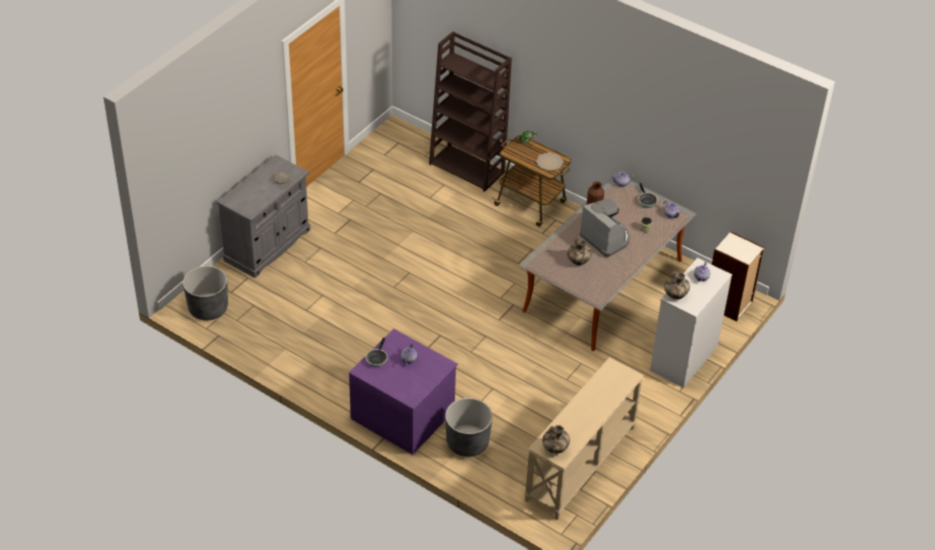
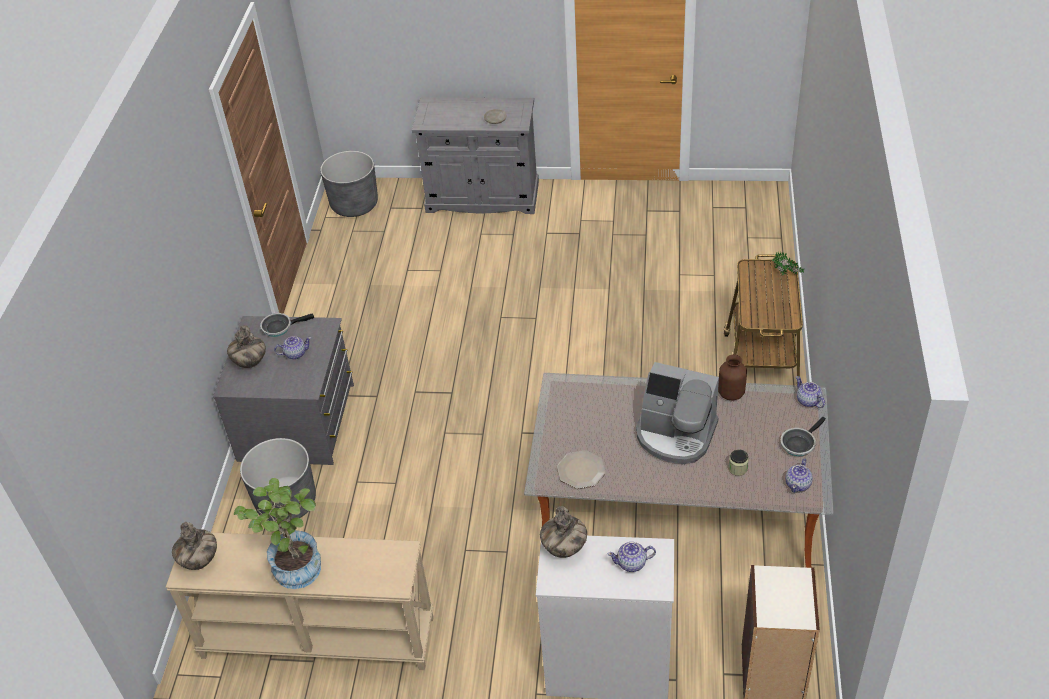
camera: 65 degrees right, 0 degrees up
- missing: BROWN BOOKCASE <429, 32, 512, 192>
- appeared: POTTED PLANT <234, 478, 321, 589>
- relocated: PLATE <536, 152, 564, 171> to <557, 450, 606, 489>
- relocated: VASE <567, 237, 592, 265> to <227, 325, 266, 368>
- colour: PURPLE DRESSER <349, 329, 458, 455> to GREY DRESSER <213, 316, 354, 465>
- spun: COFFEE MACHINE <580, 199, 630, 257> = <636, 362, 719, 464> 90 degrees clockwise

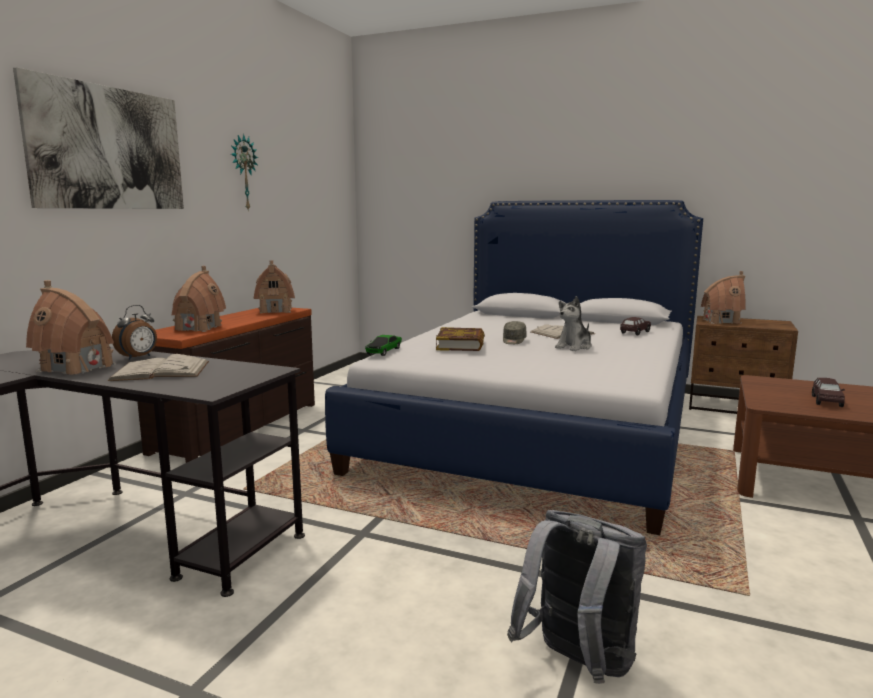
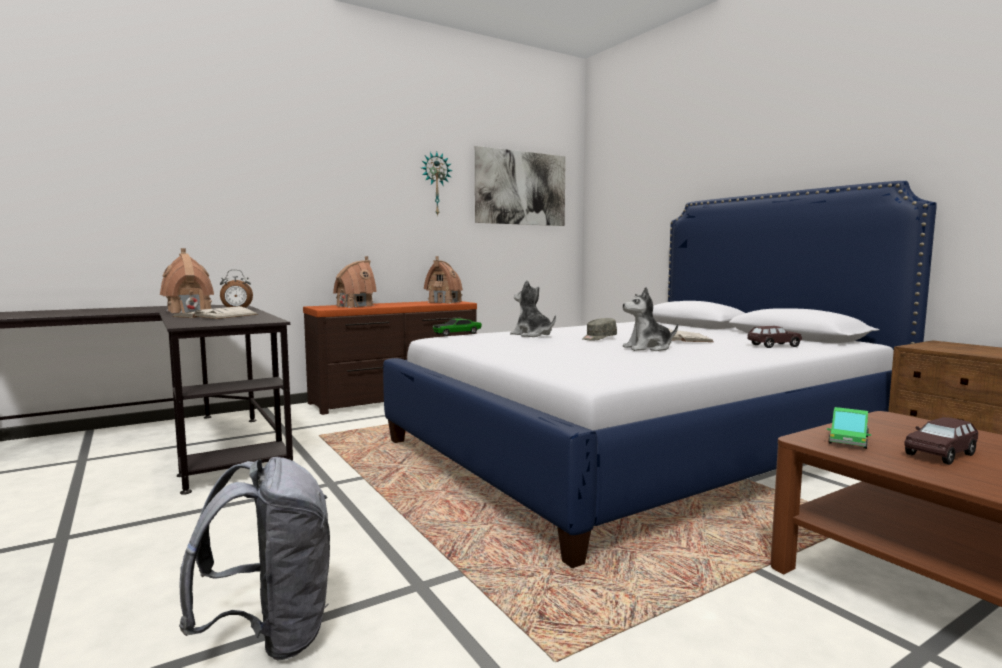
camera: 35 degrees right, 5 degrees down
- missing: TOY HOUSE <701, 271, 746, 325>
- appeared: TOY TRUCK <827, 407, 871, 449>
- relocated: PICTURE <13, 67, 184, 209> to <475, 146, 566, 226>
- exchanged: BOOK <436, 327, 485, 351> to PLUSH TOY <510, 280, 556, 337>

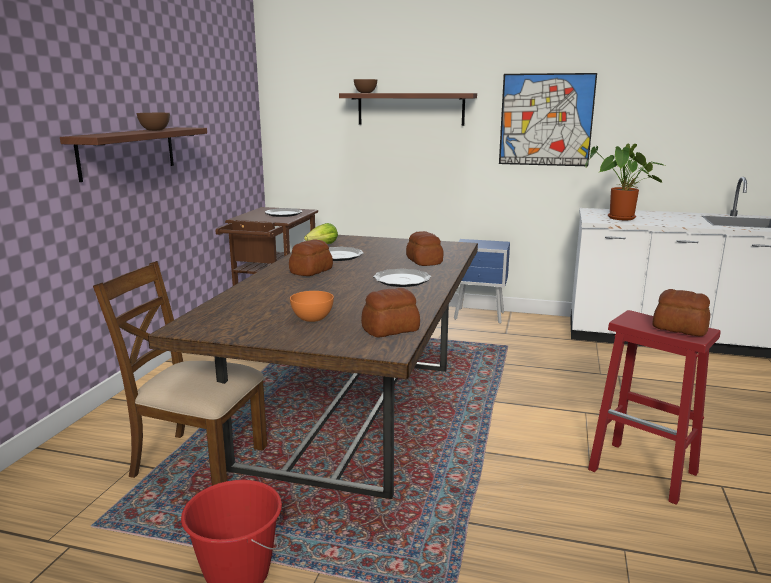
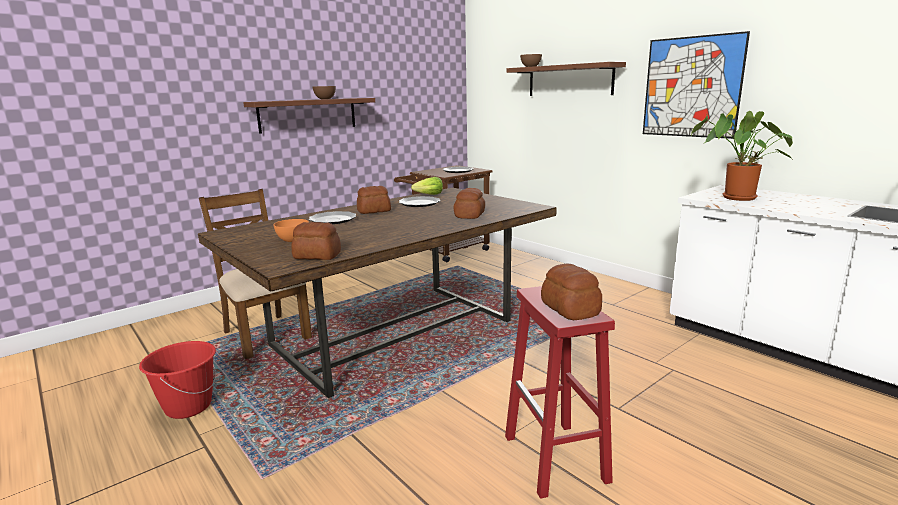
camera: 35 degrees right, 0 degrees up
- missing: BLUE NIGHTSTAND <454, 239, 510, 324>
- relocated: PLATE <373, 269, 431, 287> to <309, 211, 356, 224>

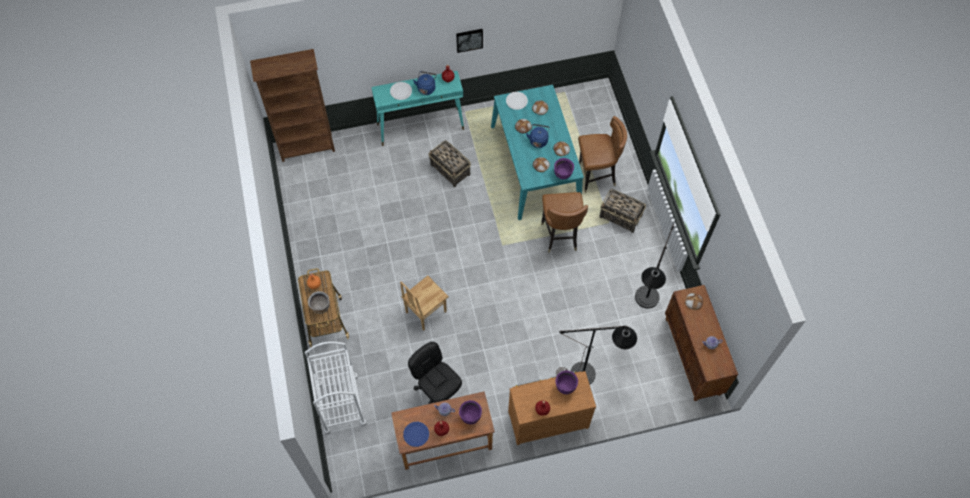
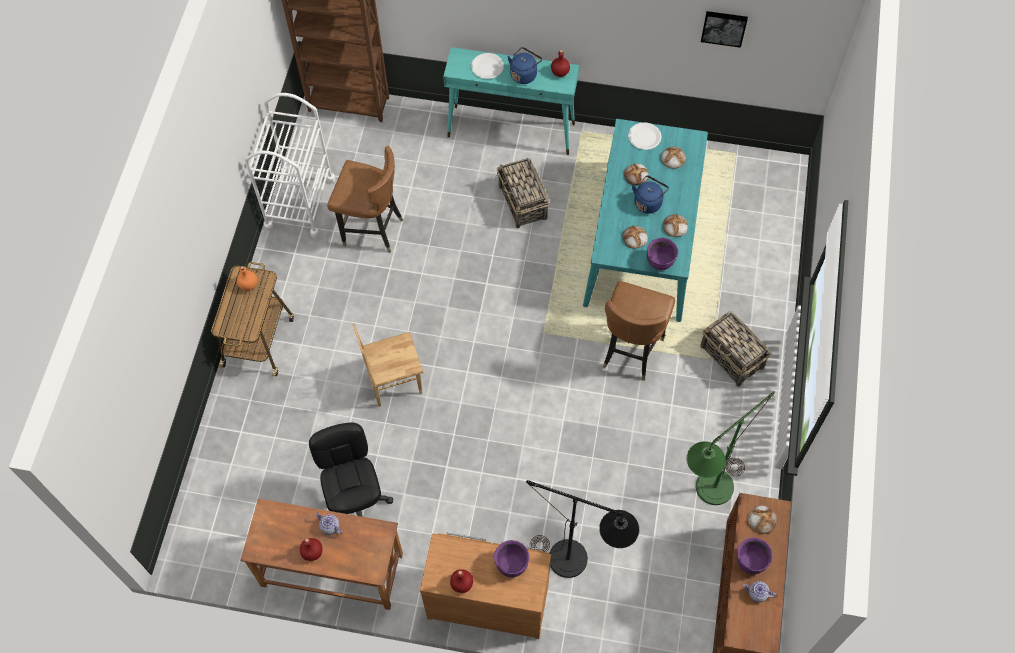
camera: 25 degrees right, 0 degrees up
- missing: BROWN COOKING POT <308, 291, 330, 314>
- missing: BLUE PLATE <403, 422, 429, 447>
- relocated: WHITE CART <305, 341, 367, 435> to <245, 93, 336, 238>
- relocated: PICTURE <456, 29, 483, 53> to <701, 11, 748, 48>
- relocated: PURPLE COOKING POT <459, 400, 482, 424> to <737, 537, 773, 575>
- relocated: BROWN CHAIR <578, 116, 627, 193> to <327, 146, 403, 253>
- colour: BLACK FLOOR LAMP <635, 224, 674, 308> to GREEN FLOOR LAMP <687, 392, 775, 505>

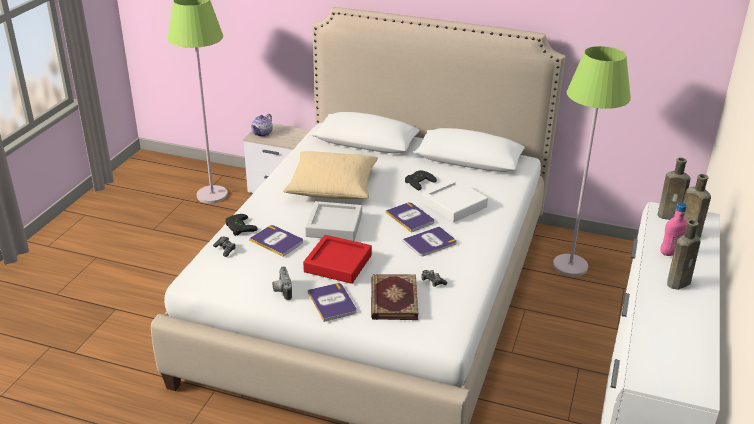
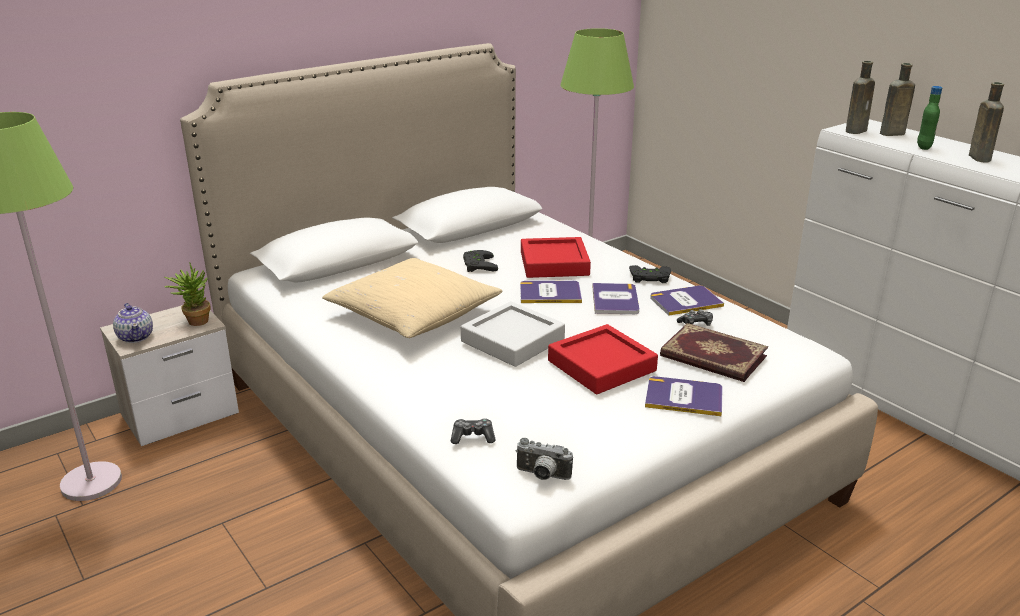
camera: 55 degrees left, 5 degrees down
- appeared: POTTED PLANT <165, 262, 210, 326>
- relocated: BLACK GAME CONTROLLER <225, 214, 258, 236> to <629, 265, 671, 283>
- relocated: BOOK <249, 225, 303, 257> to <650, 286, 724, 316>
- relocated: PHOTO CAMERA <272, 266, 292, 300> to <515, 438, 573, 480>
- colour: WHITE TRAY <422, 179, 488, 223> to RED TRAY <521, 237, 591, 278>
- colour: PINK BOTTLE <660, 202, 687, 256> to GREEN BOTTLE <917, 86, 942, 150>

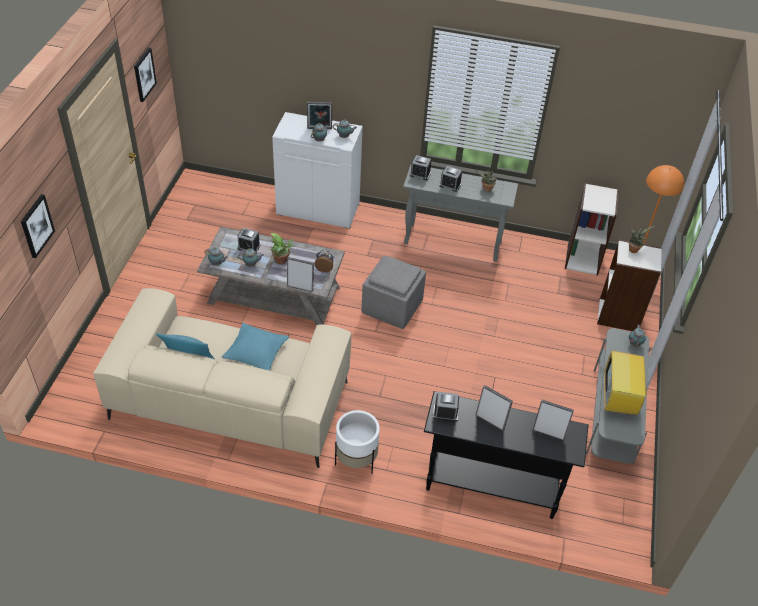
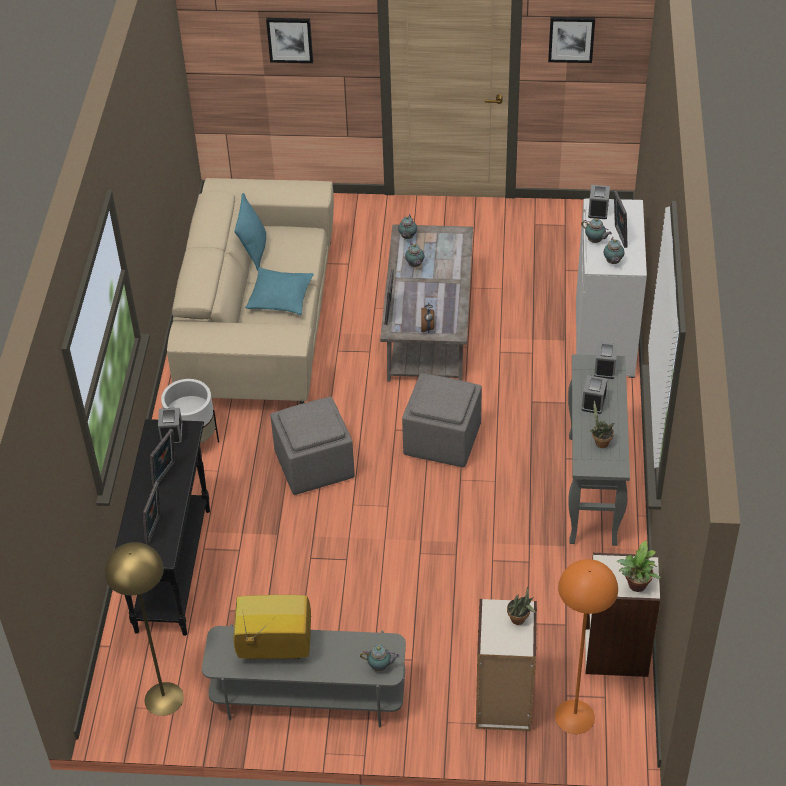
camera: 85 degrees right, 0 degrees up
- appeared: YELLOW FLOOR LAMP <105, 542, 184, 716>
- appeared: GREY OTTOMAN <270, 397, 355, 495>
- relocated: ALARM CLOCK <237, 228, 261, 252> to <588, 185, 610, 219>
- relocated: POTTED PLANT <271, 233, 293, 265> to <617, 541, 661, 592>

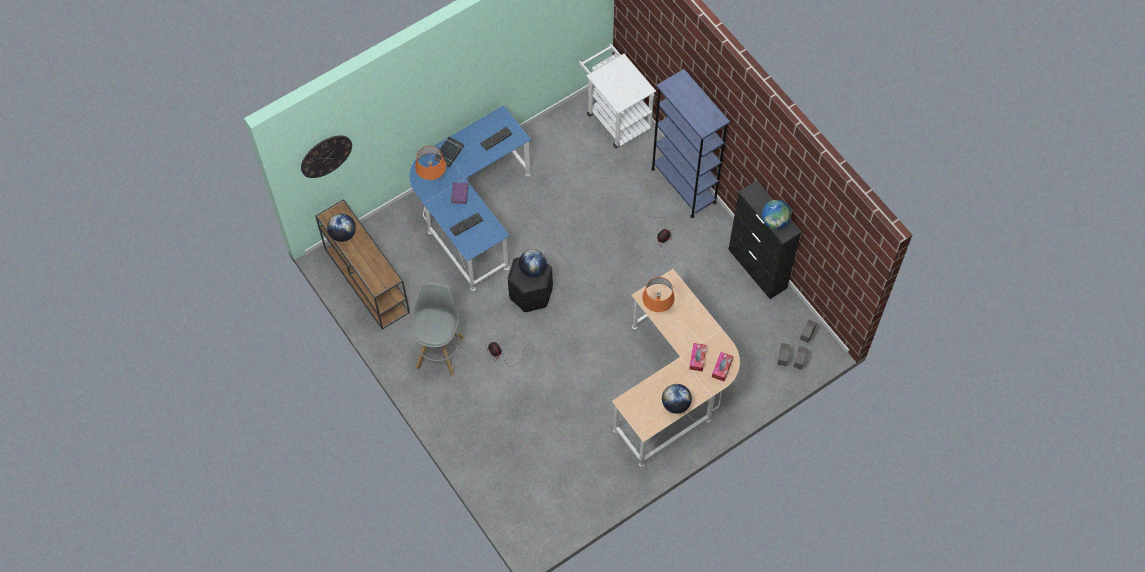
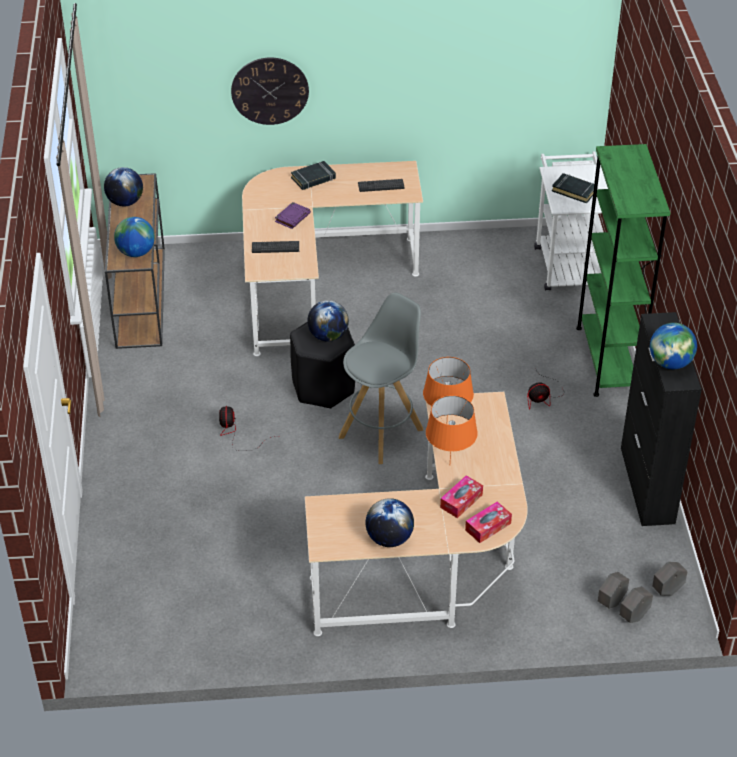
camera: 30 degrees right, 20 degrees down
- appeared: GLOBE <114, 217, 155, 257>
- appeared: BLACK BOOK <552, 173, 598, 203>
- relocated: WALL CLOCK <301, 135, 352, 178> to <231, 57, 309, 125>
- relocated: GREY STOOL <410, 282, 464, 376> to <339, 293, 423, 464>
- relocated: ORANGE TABLE LAMP <415, 146, 446, 180> to <426, 395, 478, 462>
- colour: BLUE DESK <409, 105, 531, 291> to BEIGE DESK <242, 161, 423, 356>
- colour: BLUE BOOKCASE <651, 69, 730, 218> to GREEN BOOKCASE <576, 144, 671, 397>

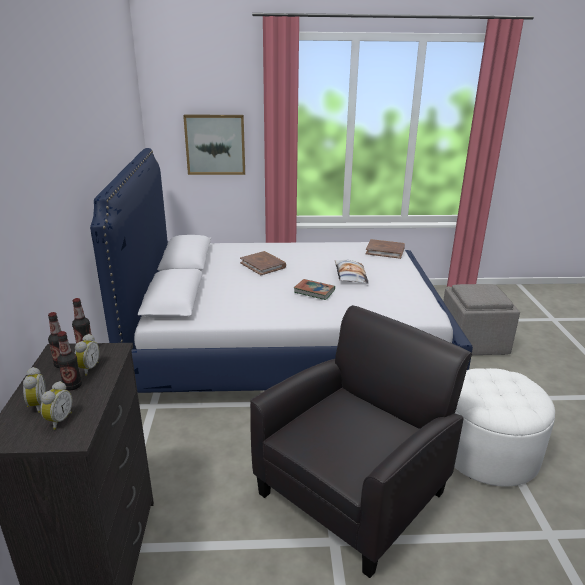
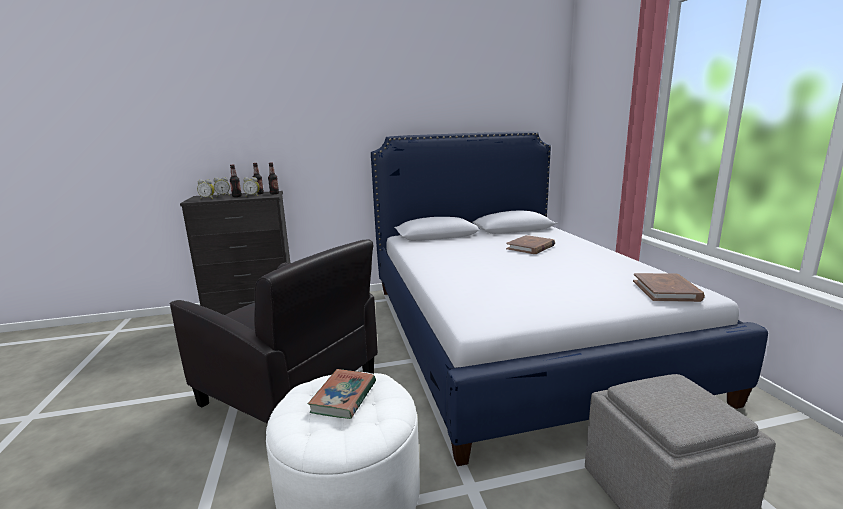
camera: 80 degrees right, 10 degrees down
- missing: PICTURE <183, 115, 245, 175>
- missing: PILLOW <335, 260, 369, 284>
- relocated: BOOK <294, 279, 335, 300> to <308, 369, 376, 419>

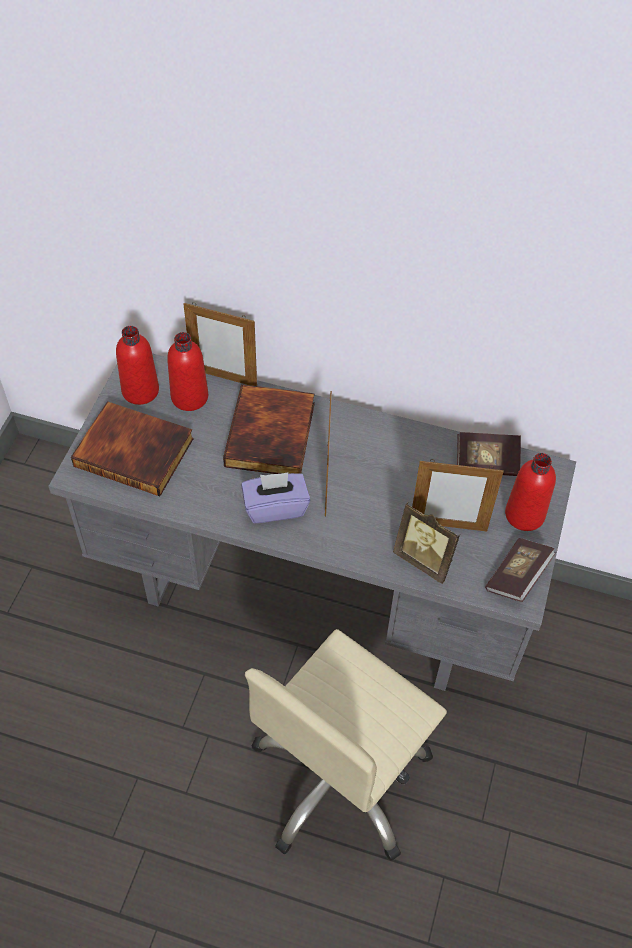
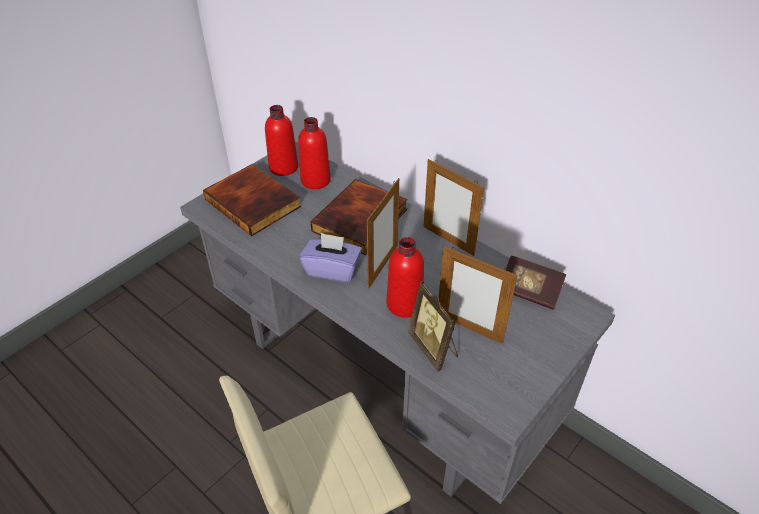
camera: 25 degrees right, 10 degrees down
- missing: BOOK <485, 538, 556, 602>
- relocated: PICTURE FRAME <183, 303, 257, 386> to <424, 159, 484, 256>
- relocated: RED BOTTLE <505, 453, 556, 531> to <387, 237, 424, 318>

